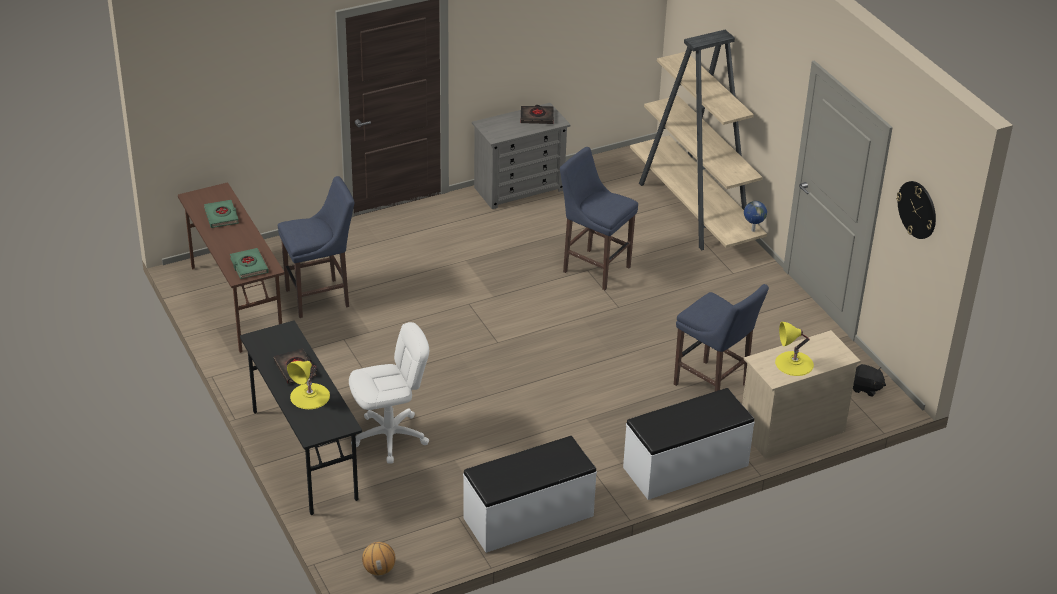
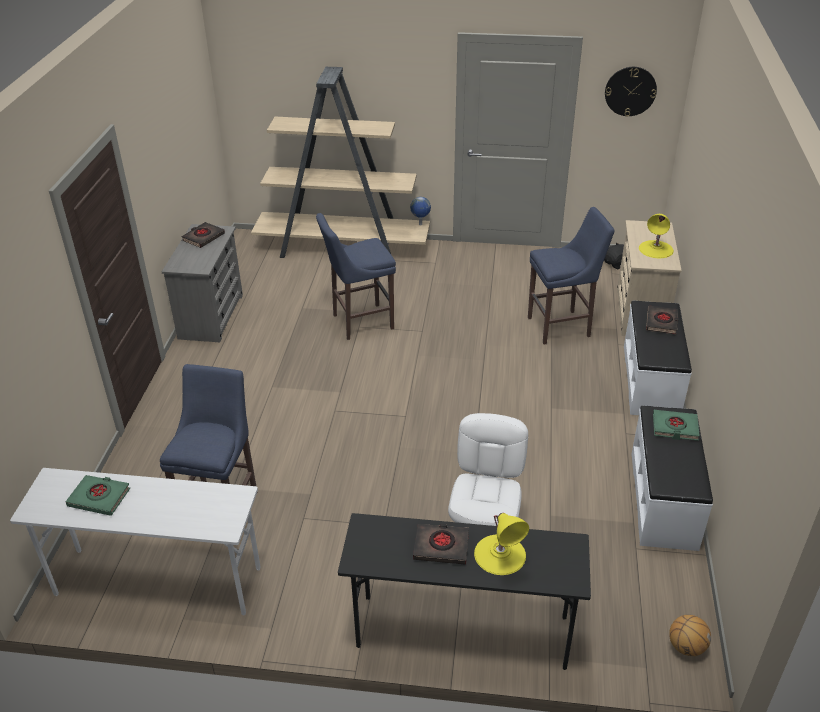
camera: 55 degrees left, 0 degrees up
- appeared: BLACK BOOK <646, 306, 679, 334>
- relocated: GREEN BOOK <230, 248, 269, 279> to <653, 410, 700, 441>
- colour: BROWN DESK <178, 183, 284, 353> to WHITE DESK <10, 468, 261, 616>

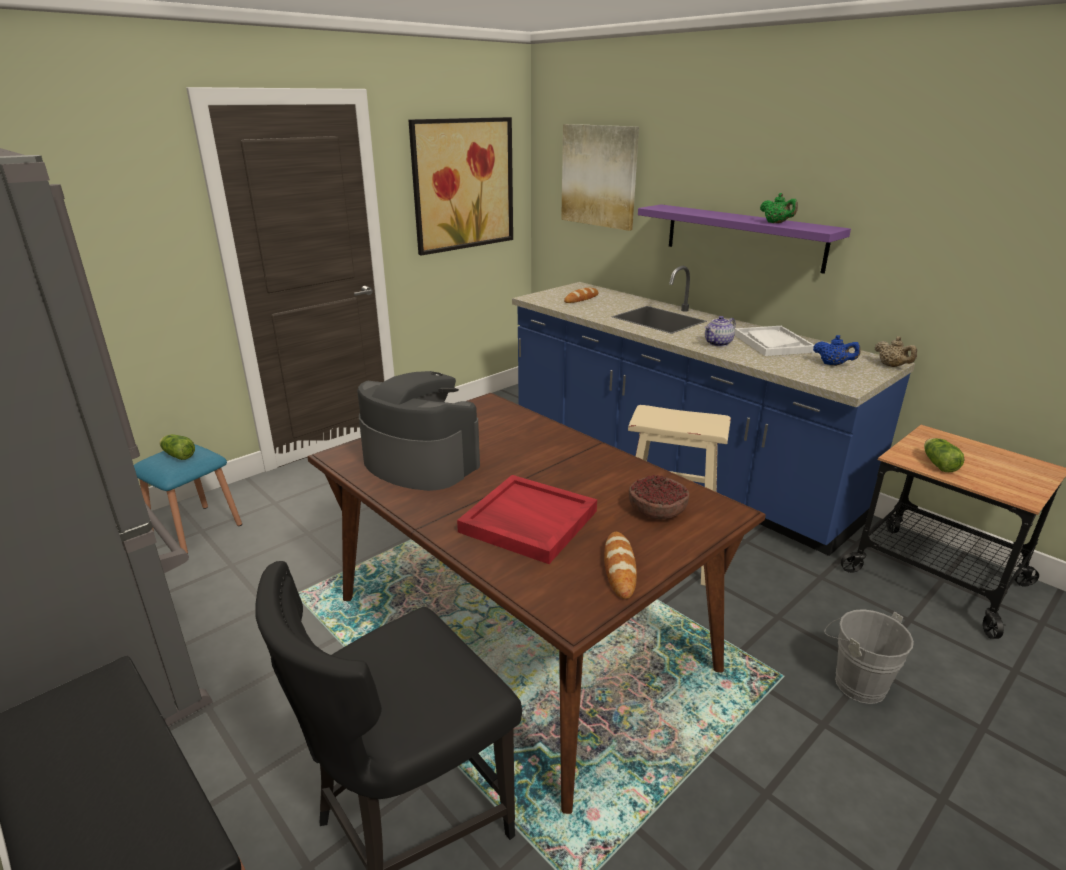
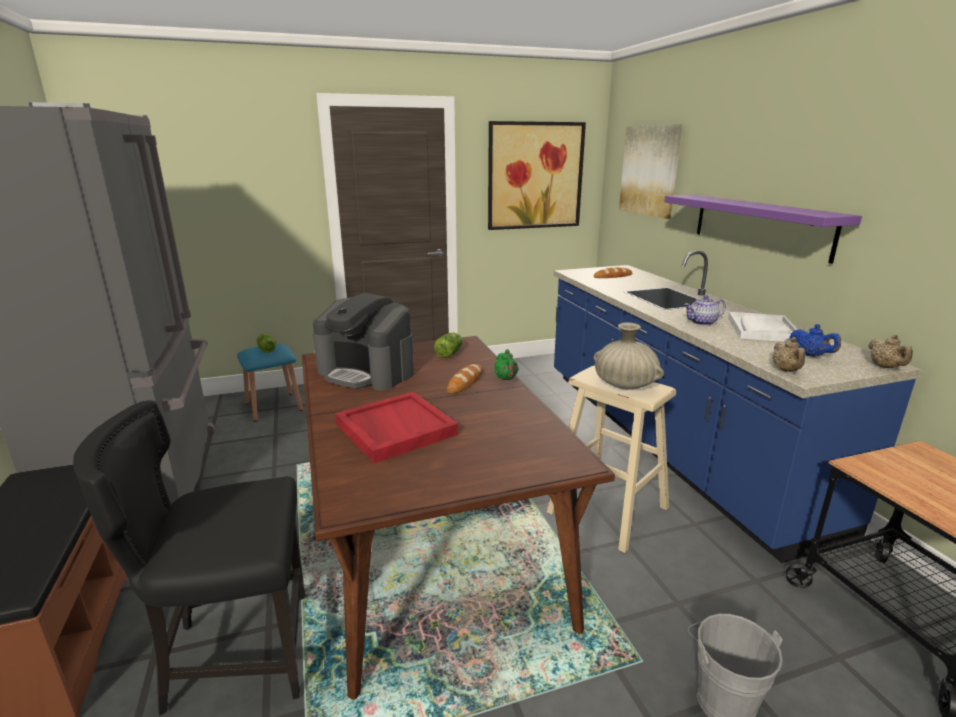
camera: 25 degrees right, 5 degrees down
- missing: BOWL <629, 475, 689, 519>
- appeared: BEIGE VASE <594, 322, 664, 390>
- appeared: BEIGE TEAPOT <772, 337, 806, 372>
- relocated: BREAD <604, 532, 637, 599> to <447, 364, 483, 394>
- relocated: GREEN TEAPOT <760, 193, 798, 223> to <494, 349, 519, 380>
- relocated: LETTUCE <924, 438, 964, 472> to <434, 333, 462, 358>
- spun: COFFEE MACHINE <357, 371, 480, 491> = <313, 293, 414, 391> 150 degrees clockwise

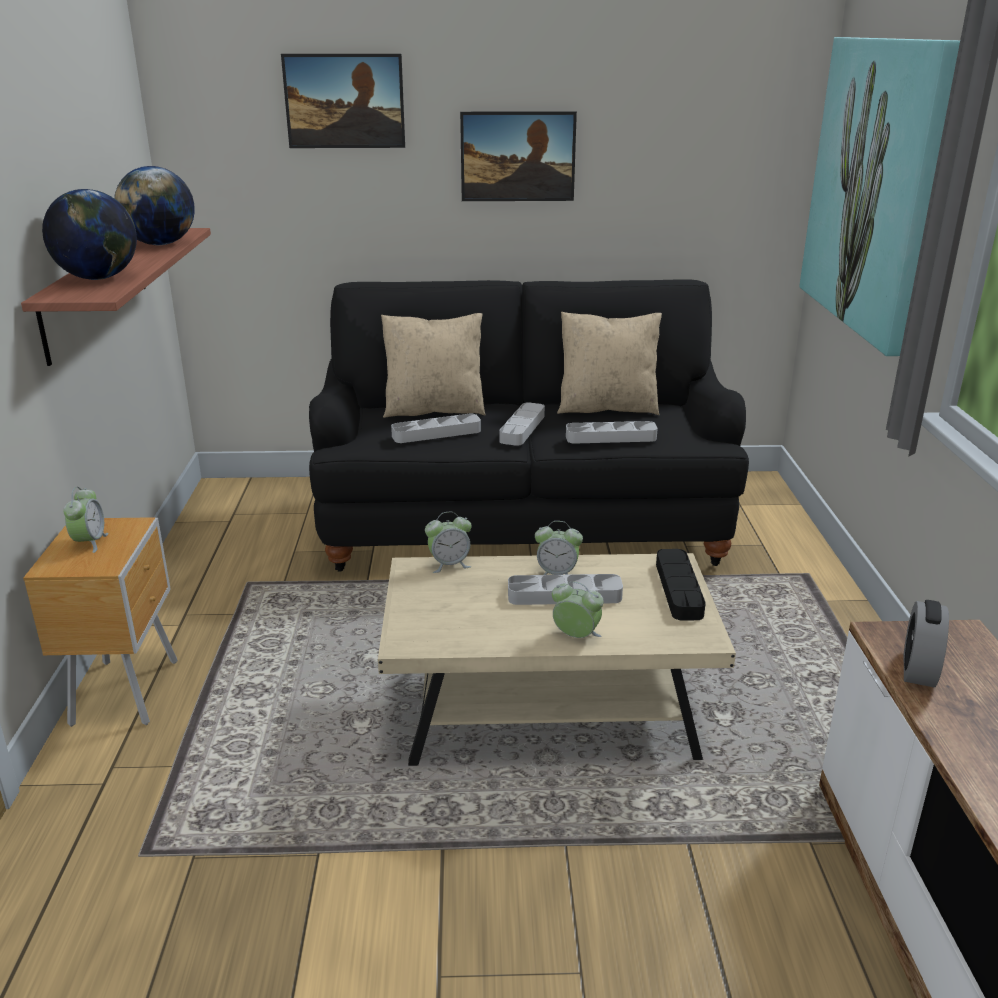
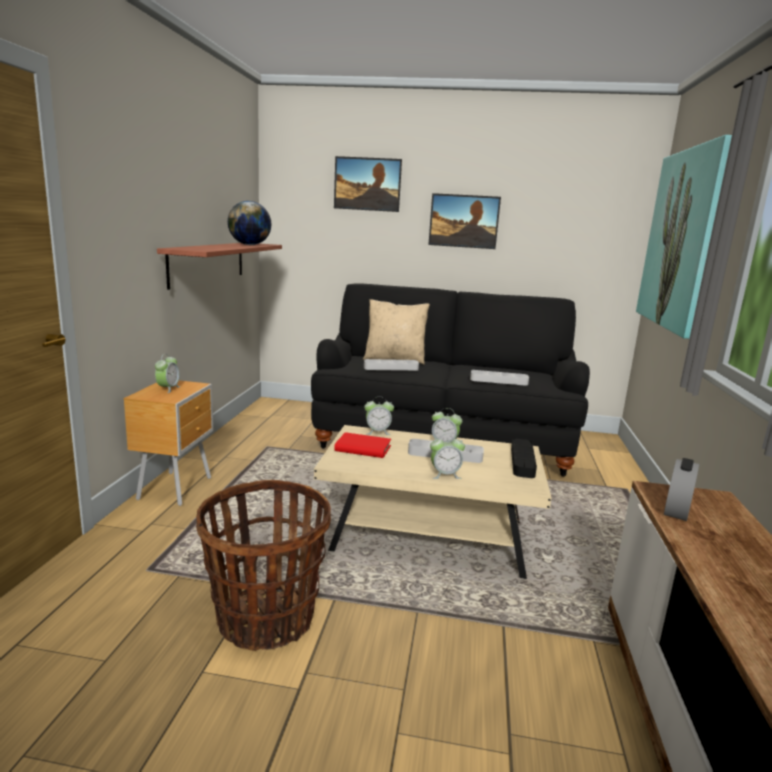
camera: 10 degrees right, 10 degrees down
- missing: GLOBE <42, 189, 137, 280>
- missing: GREY TRAY <499, 402, 545, 446>
- missing: BEIGE PILLOW <557, 312, 662, 415>
- appeared: BASKET <196, 480, 331, 651>
- appeared: RED BOOK <334, 432, 391, 458>
- spun: ALARM CLOCK <552, 581, 604, 638> = <430, 434, 465, 479> 135 degrees clockwise

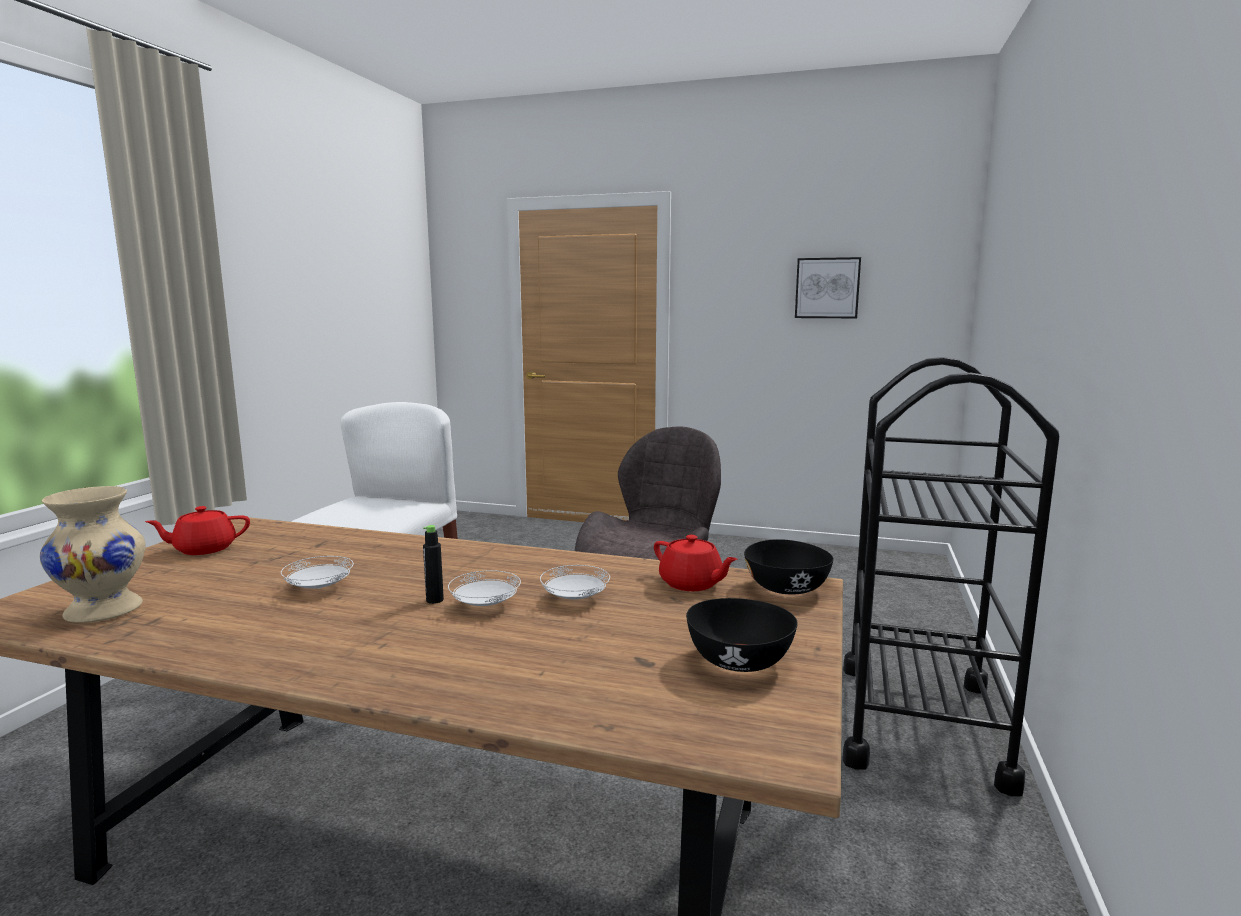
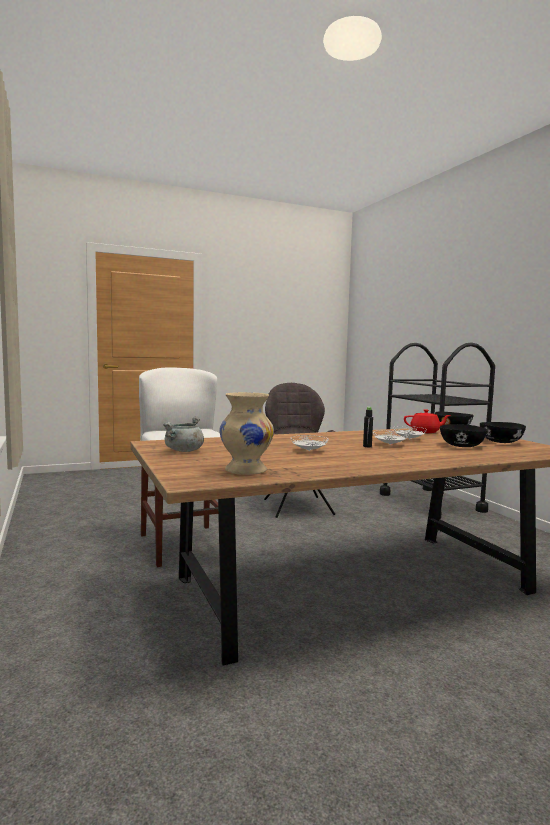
camera: 40 degrees left, 5 degrees down
- missing: PICTURE <795, 257, 861, 318>
- appeared: BLACK BOWL <440, 424, 488, 447>
- exchanged: RED TEAPOT <145, 506, 250, 555> to GREY COOKING POT <163, 416, 204, 452>

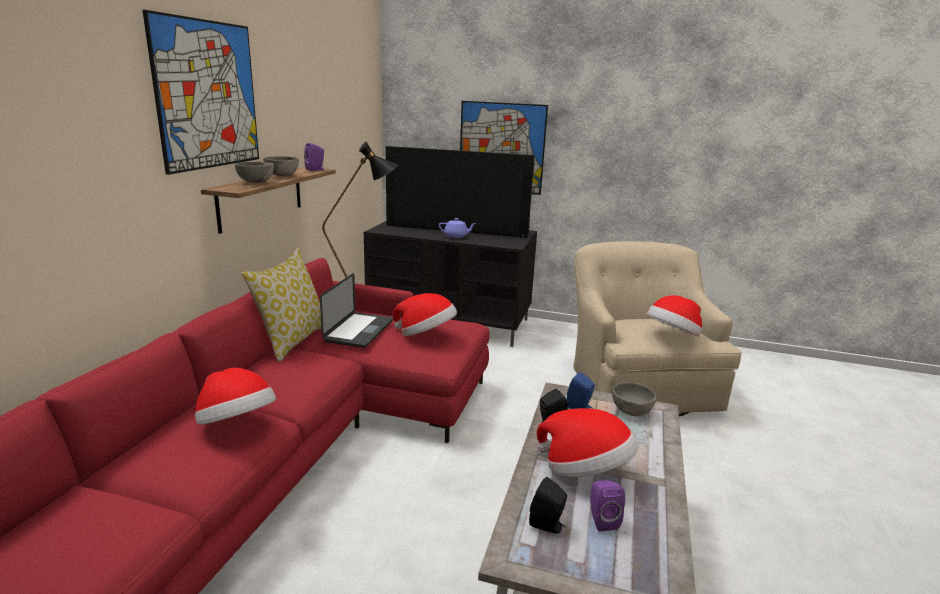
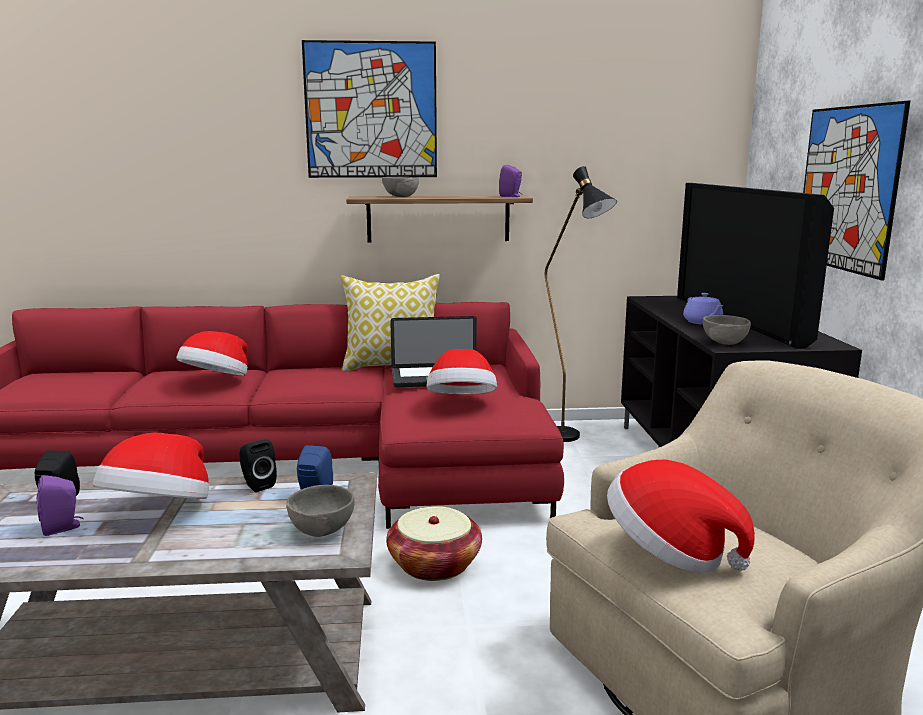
camera: 70 degrees right, 5 degrees down
- appeared: BASKET <386, 506, 482, 581>
- relocated: GREY BOWL <263, 156, 299, 176> to <703, 315, 751, 345>

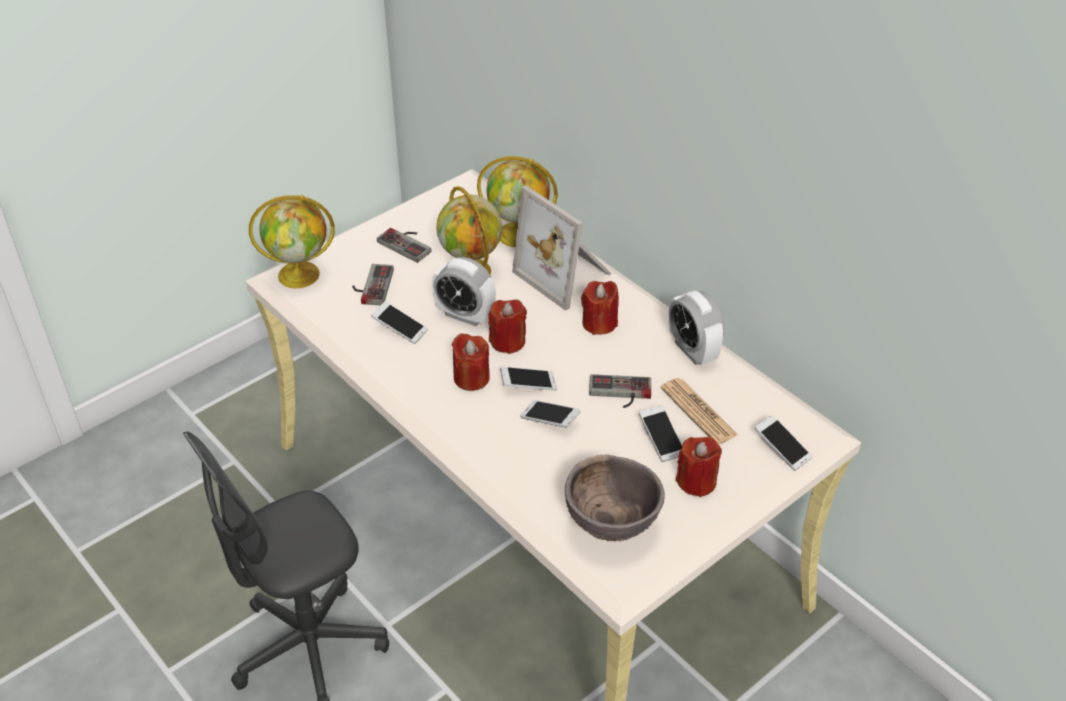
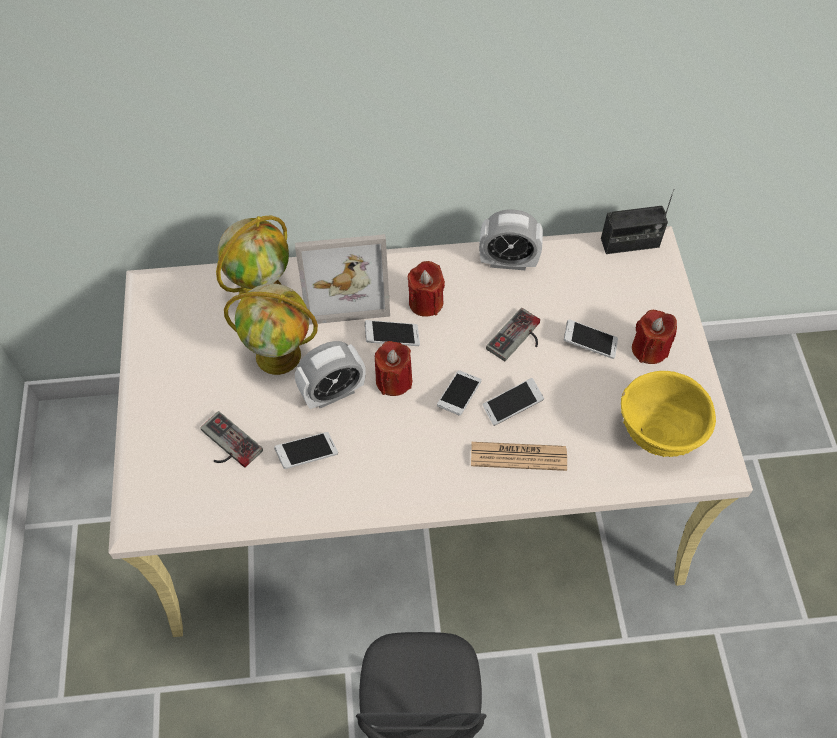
camera: 55 degrees left, 15 degrees up
- missing: GLOBE <249, 195, 335, 288>
- missing: GAME CONTROLLER <377, 228, 431, 263>
- missing: RED CANDLE <452, 333, 490, 391>
- appeared: RADIO <601, 189, 674, 254>
- relocated: NEWSPAPER <661, 378, 738, 445> to <471, 442, 567, 471>
- relocated: PHONE <755, 415, 813, 471> to <365, 320, 420, 346>
- colour: BROWN BOWL <565, 455, 665, 542> to YELLOW BOWL <621, 371, 716, 457>

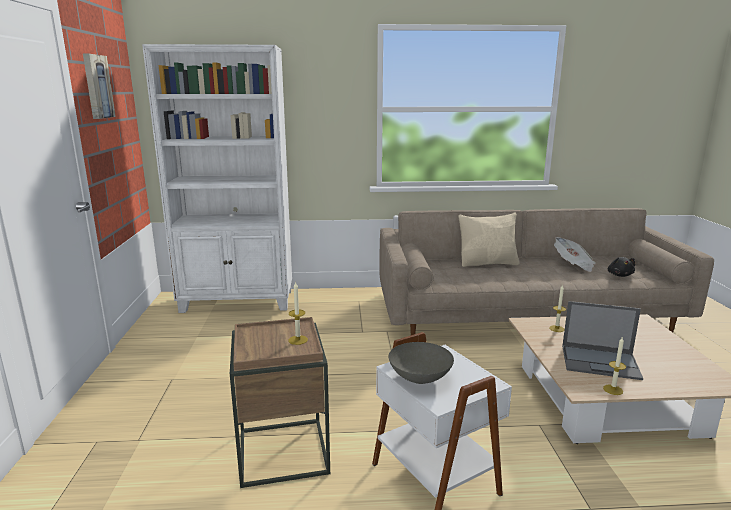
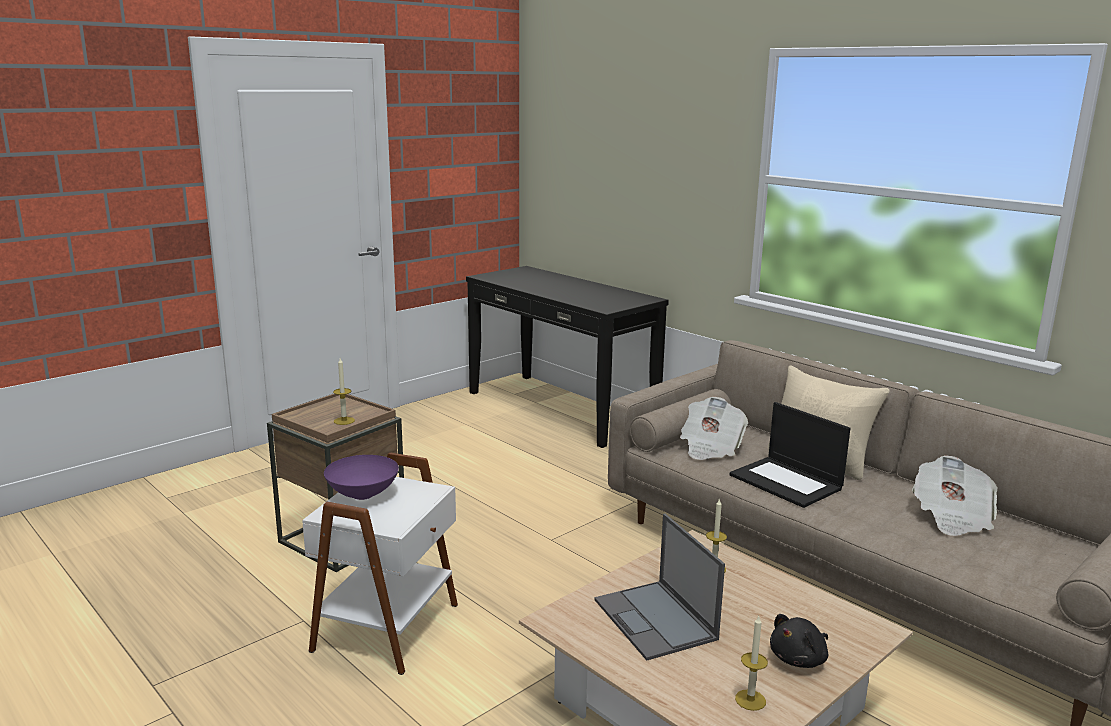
camera: 50 degrees right, 0 degrees up
- missing: PICTURE <83, 54, 116, 119>
- appeared: NEWSPAPER <680, 397, 748, 460>
- appeared: LAPTOP <729, 402, 850, 508>
- relocated: CANDLE <603, 336, 626, 395> to <735, 616, 768, 711>
- relocated: BLACK PLUSH TOY <608, 257, 635, 277> to <770, 614, 828, 668>
- exchanged: WHITE BOOKCASE <142, 44, 292, 313> to BLACK CONSOLE TABLE <466, 266, 669, 448>
- colour: GREY BOWL <389, 342, 454, 384> to PURPLE BOWL <324, 455, 399, 500>

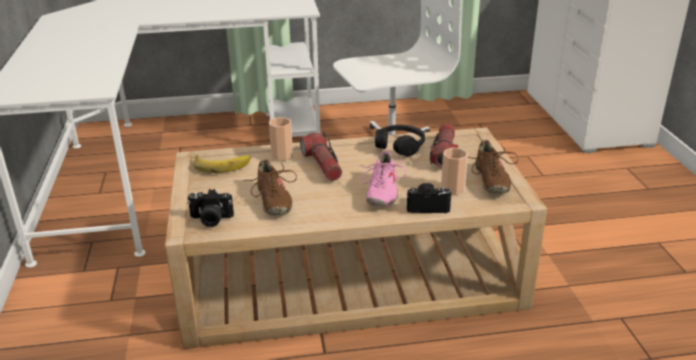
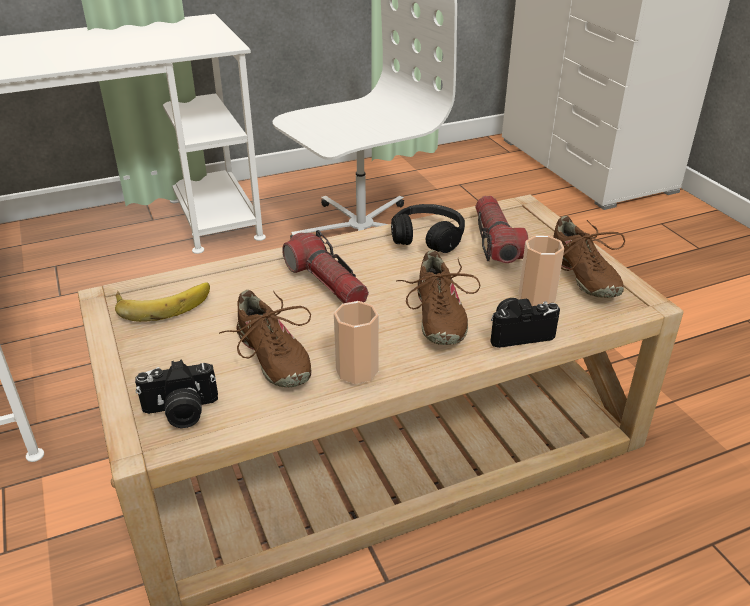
camera: 15 degrees left, 5 degrees up
- relocated: CUP <269, 117, 293, 161> to <334, 301, 379, 384>
- colour: PINK SHOE <361, 150, 406, 206> to BROWN SHOE <397, 250, 481, 345>

